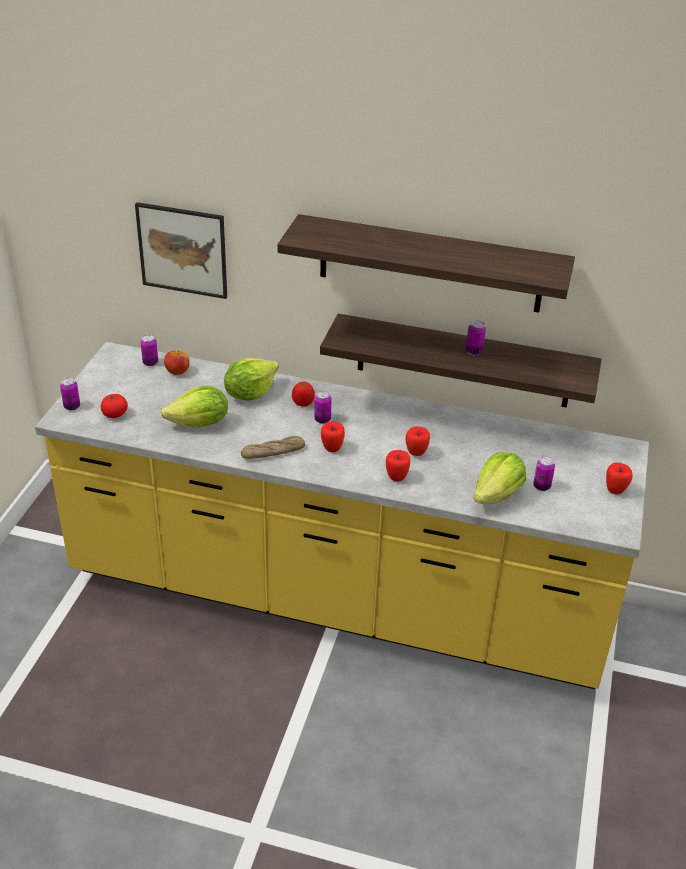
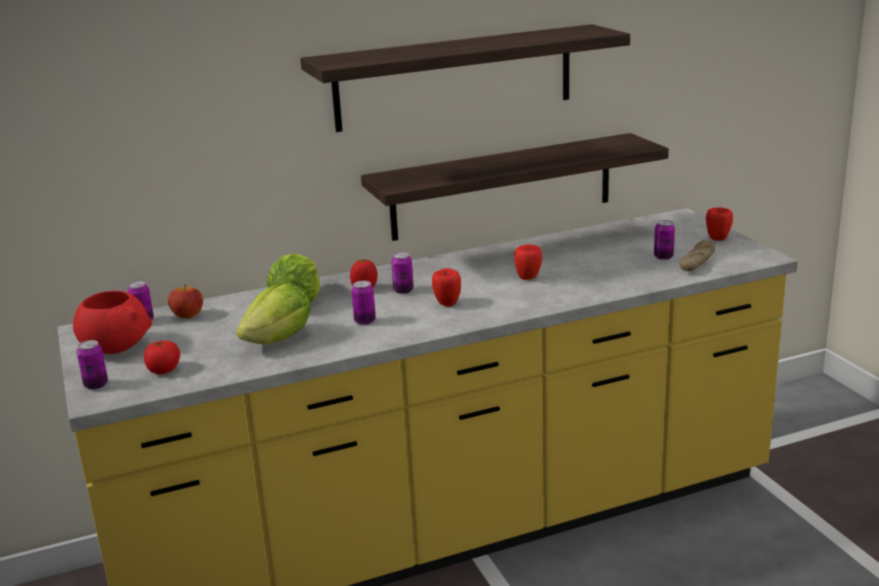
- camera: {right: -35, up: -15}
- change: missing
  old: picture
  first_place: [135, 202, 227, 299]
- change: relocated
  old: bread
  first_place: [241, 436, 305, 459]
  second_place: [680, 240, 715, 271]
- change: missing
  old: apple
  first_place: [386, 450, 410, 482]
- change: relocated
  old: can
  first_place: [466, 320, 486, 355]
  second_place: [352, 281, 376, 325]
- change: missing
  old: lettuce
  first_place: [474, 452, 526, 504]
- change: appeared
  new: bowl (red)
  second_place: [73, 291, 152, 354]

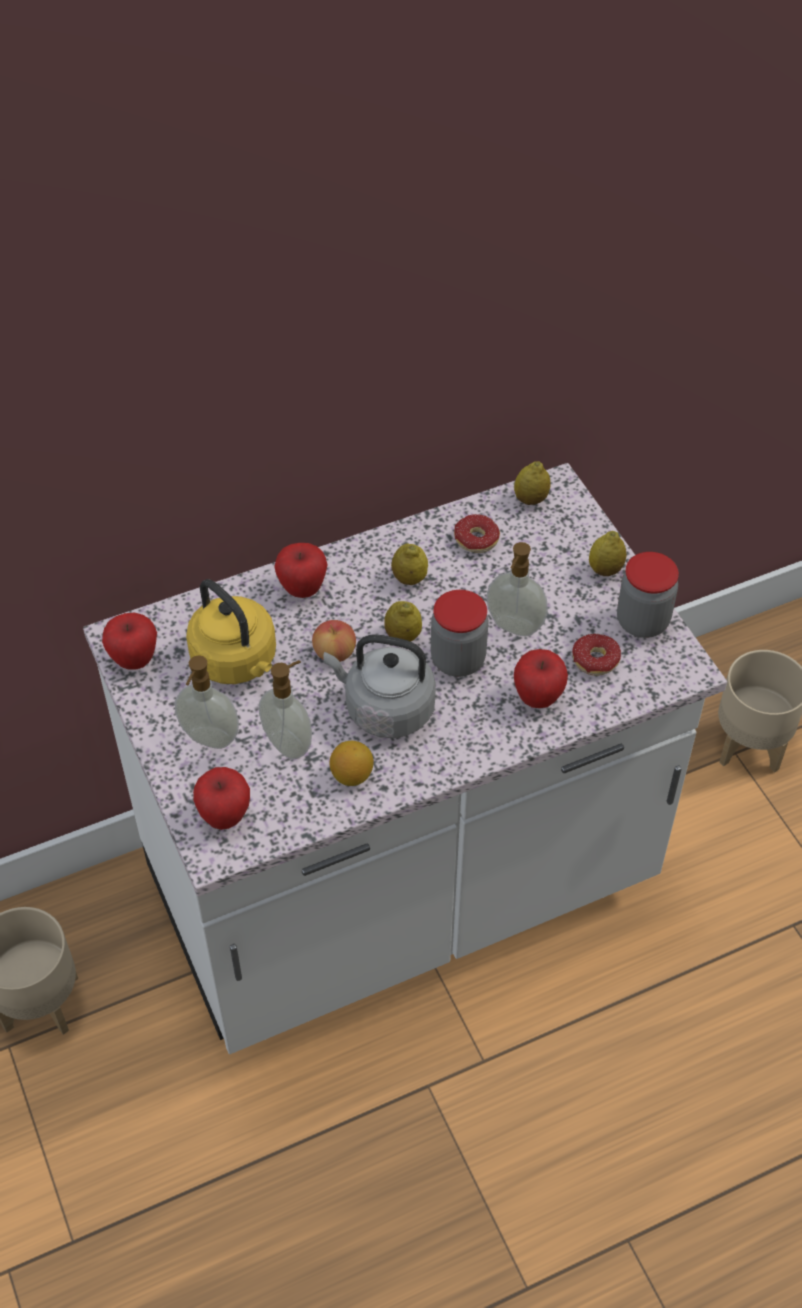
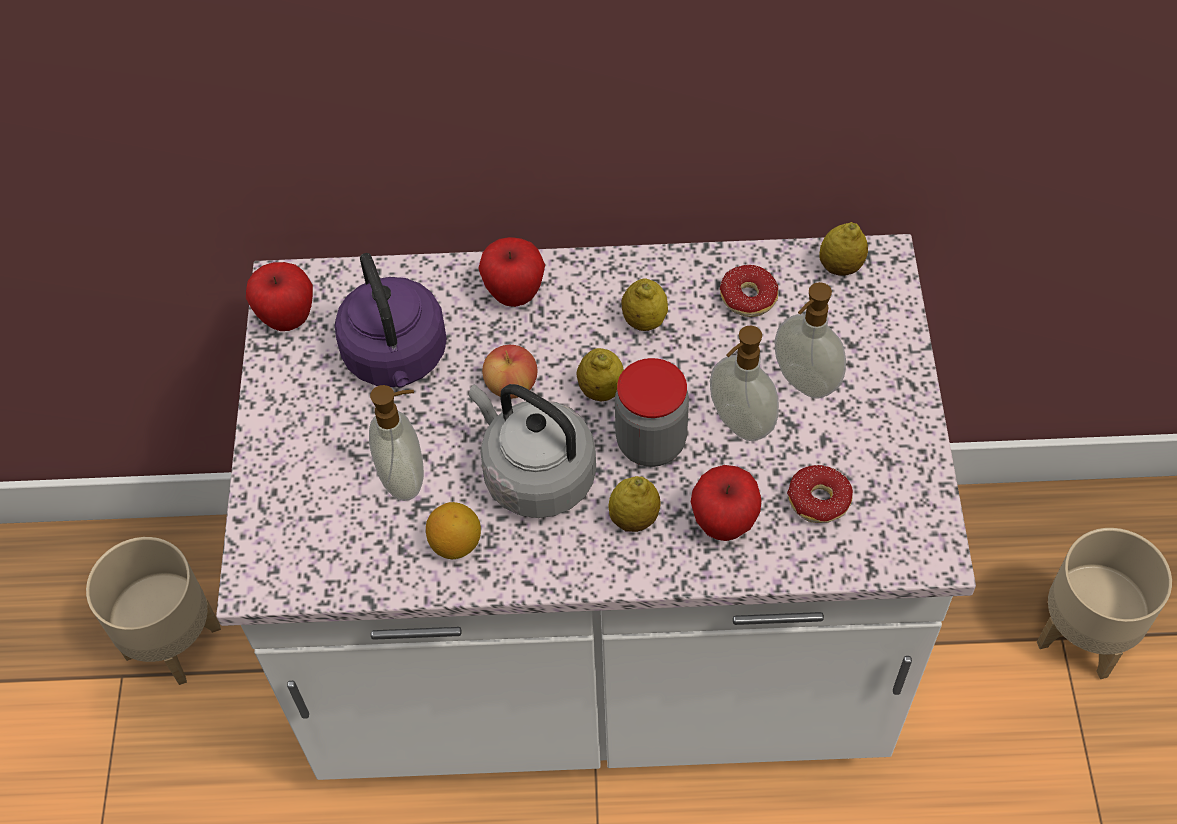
- camera: {right: 25, up: 5}
- change: relocated
  old: soap dispenser
  first_place: [175, 655, 239, 749]
  second_place: [774, 282, 846, 399]
- change: colour
  old: kettle (yellow)
  new: kettle (purple)
  first_place: [186, 579, 276, 684]
  second_place: [335, 253, 447, 388]
- change: missing
  old: apple
  first_place: [193, 767, 250, 830]
- change: relocated
  old: lemon
  first_place: [589, 531, 627, 576]
  second_place: [608, 476, 661, 532]
- change: missing
  old: jar
  first_place: [617, 552, 679, 638]

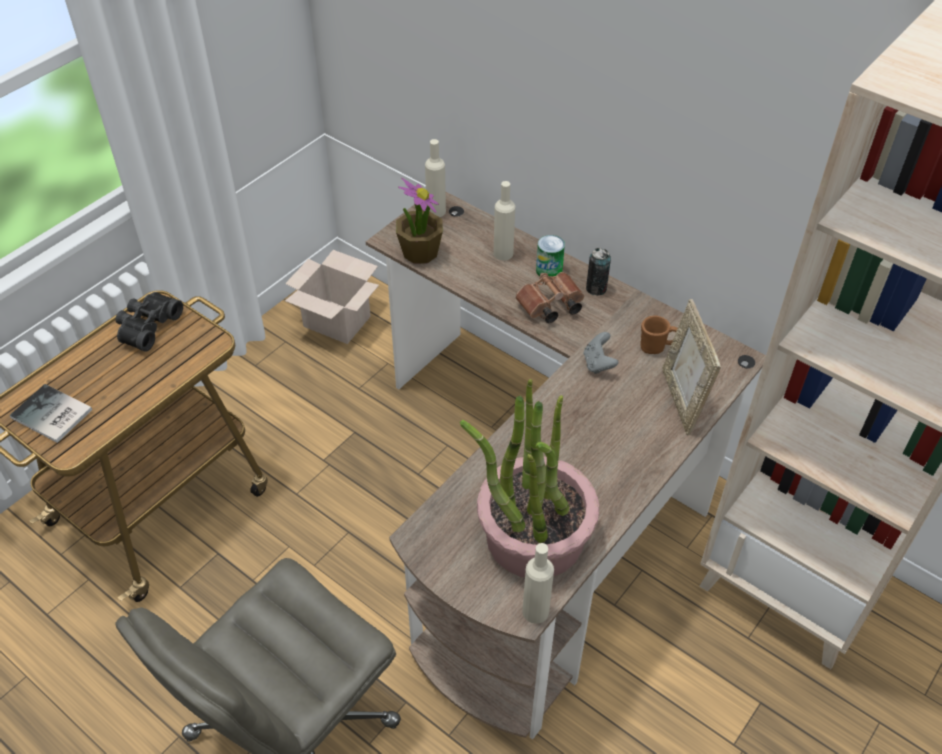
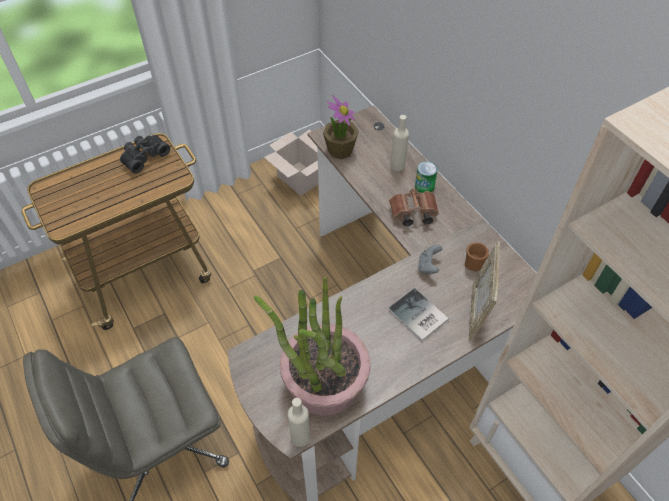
- camera: {right: 20, up: 5}
- change: relocated
  old: book
  first_place: [9, 384, 92, 443]
  second_place: [389, 288, 449, 341]
- change: missing
  old: bottle (beige)
  first_place: [425, 139, 446, 217]
- change: missing
  old: can
  first_place: [586, 248, 611, 296]

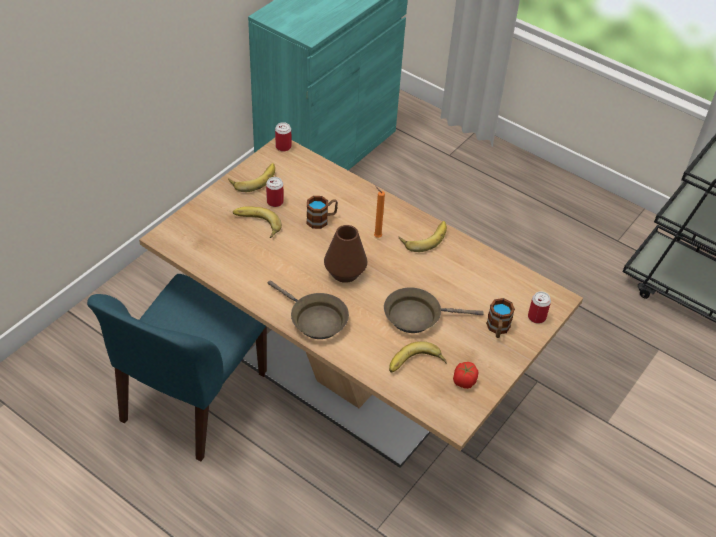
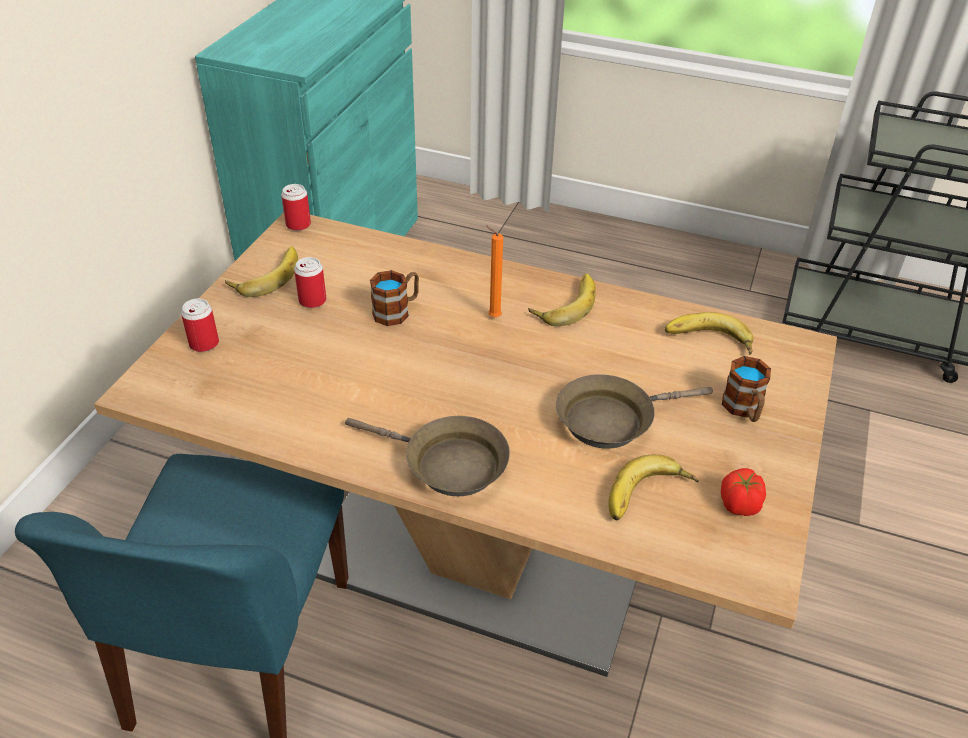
- camera: {right: -15, up: -5}
- change: relocated
  old: banana
  first_place: [233, 206, 282, 238]
  second_place: [665, 312, 754, 355]
- change: missing
  old: vase (brown)
  first_place: [324, 225, 367, 283]
- change: relocated
  old: can
  first_place: [528, 291, 551, 324]
  second_place: [181, 299, 219, 352]

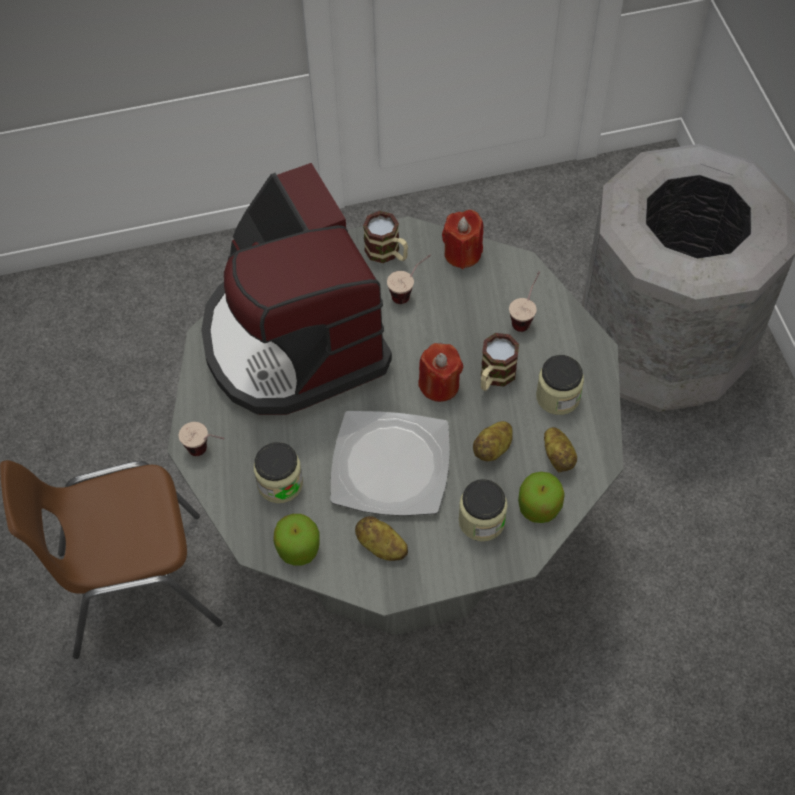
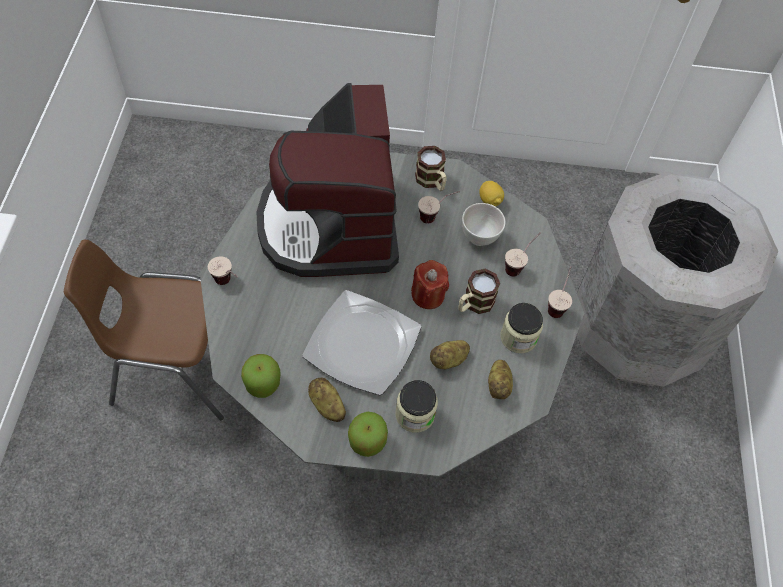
- camera: {right: 15, up: 0}
- change: missing
  old: jar
  first_place: [254, 442, 303, 503]
- change: exchanged
  old: candle (red)
  new: lemon
  first_place: [442, 210, 483, 269]
  second_place: [479, 181, 504, 207]
- change: relocated
  old: apple
  first_place: [518, 472, 565, 523]
  second_place: [348, 412, 388, 457]
- change: appeared
  new: bowl (white)
  second_place: [462, 203, 505, 246]
- change: appeared
  new: cup
  second_place: [548, 266, 572, 318]

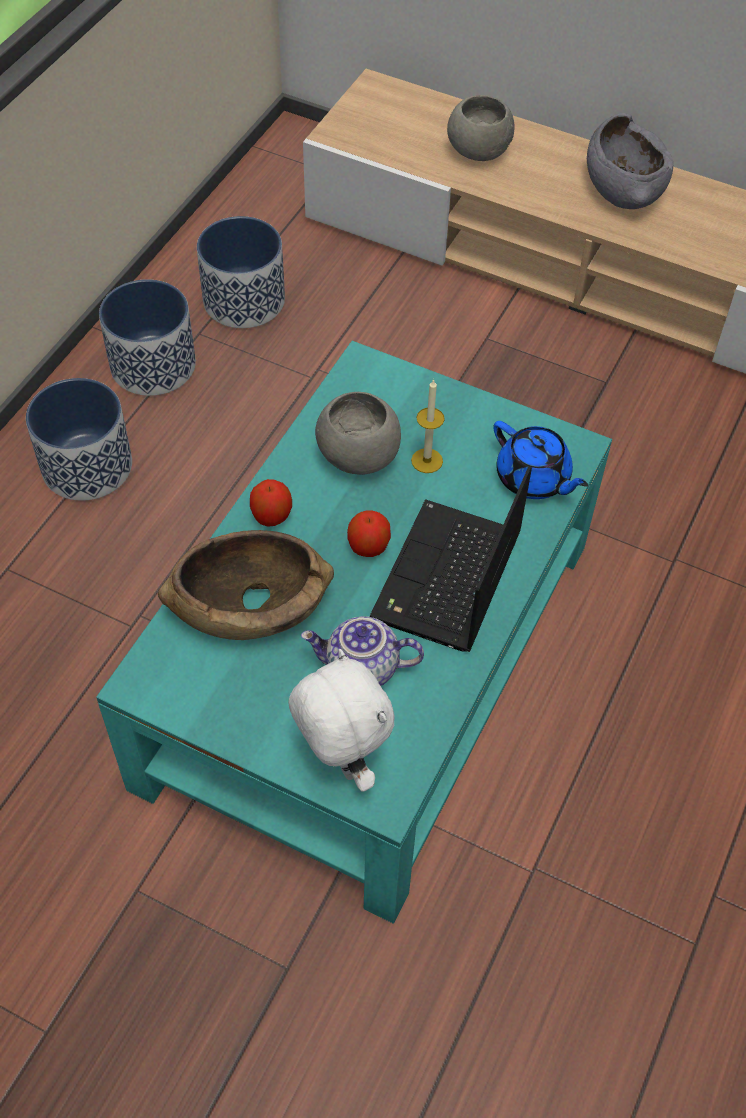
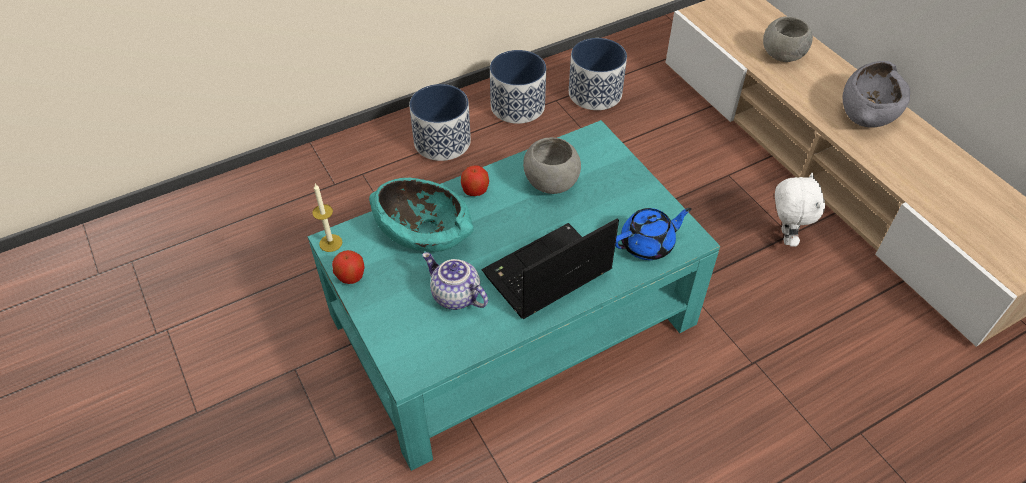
- camera: {right: 35, up: -5}
- change: colour
  old: bowl (brown)
  new: bowl (turquoise)
  first_place: [158, 530, 334, 640]
  second_place: [369, 178, 474, 252]
- change: relocated
  old: plush toy (white)
  first_place: [288, 649, 394, 792]
  second_place: [775, 173, 825, 247]
- change: relocated
  old: apple
  first_place: [347, 511, 391, 557]
  second_place: [332, 250, 365, 284]
- change: relocated
  old: candle
  first_place: [411, 379, 445, 473]
  second_place: [312, 184, 343, 252]
- change: spun
  old: teapot (blue)
  first_place: [493, 421, 588, 499]
  second_place: [615, 208, 692, 260]
  degrees: -105

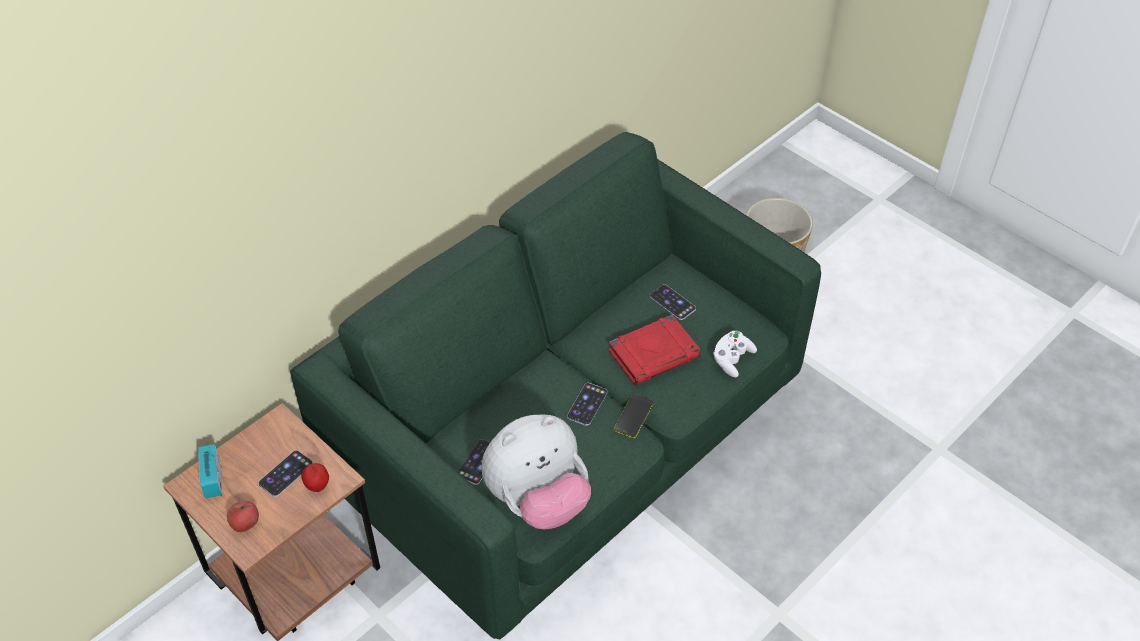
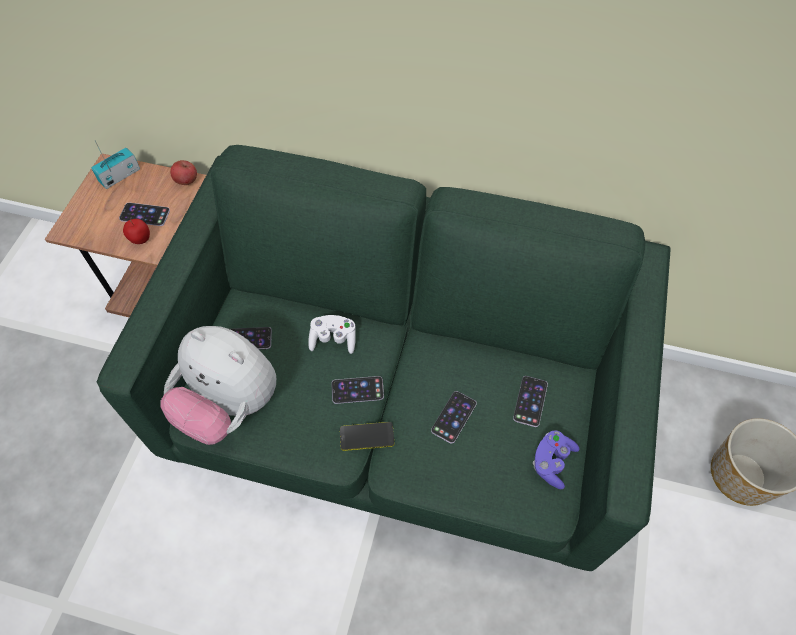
- camera: {right: 60, up: 10}
- change: relocated
  old: apple
  first_place: [227, 501, 259, 532]
  second_place: [170, 160, 197, 185]
- change: exchanged
  old: book (red)
  new: phone
  first_place: [608, 315, 701, 385]
  second_place: [431, 391, 477, 444]
- change: relocated
  old: game controller (white)
  first_place: [713, 331, 757, 378]
  second_place: [308, 315, 356, 354]
- change: appeared
  new: game controller (purple)
  second_place: [533, 430, 580, 489]

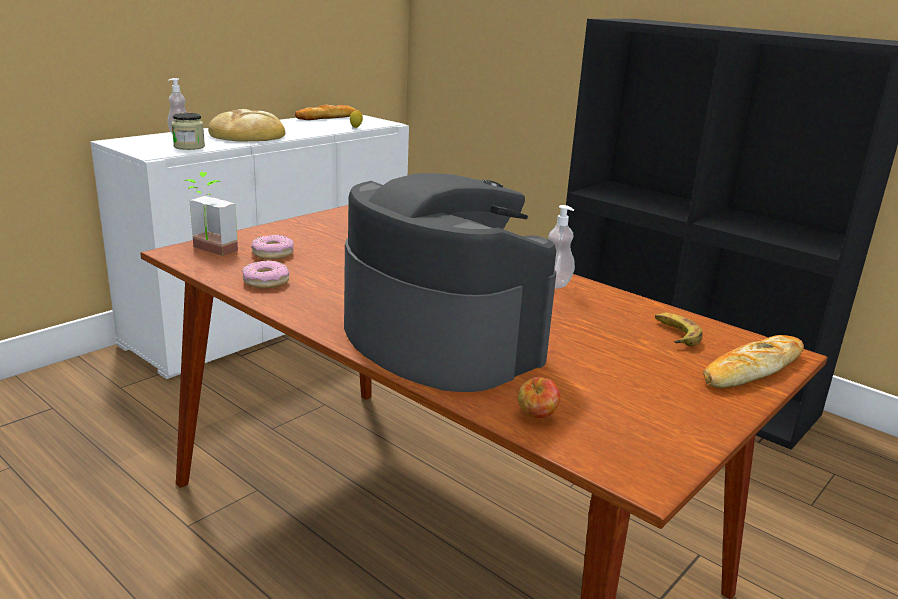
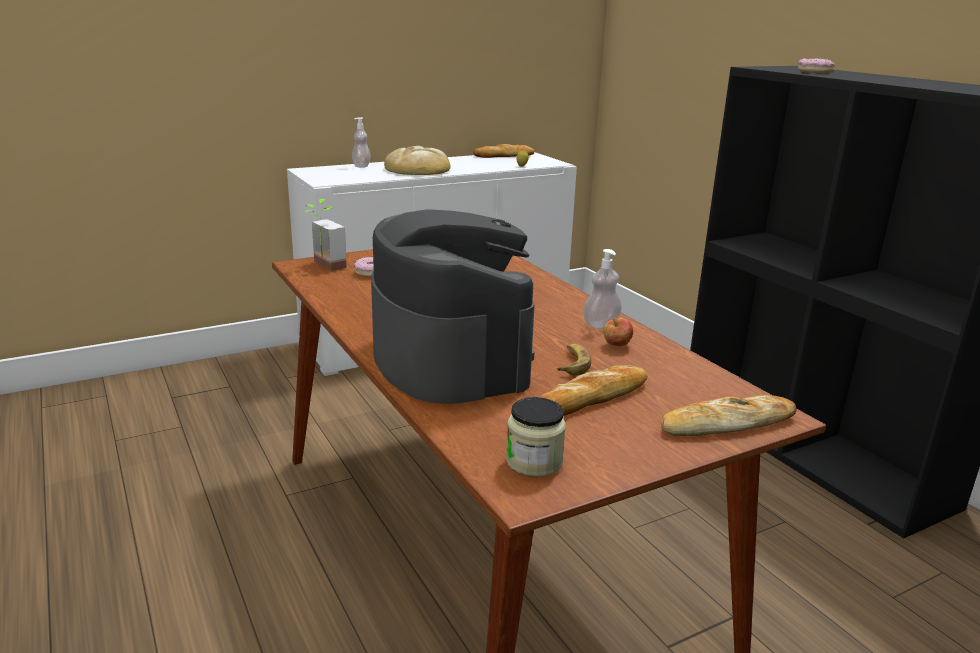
- camera: {right: 20, up: 0}
- change: relocated
  old: jar
  first_place: [172, 113, 205, 150]
  second_place: [506, 397, 566, 477]
- change: relocated
  old: donut
  first_place: [242, 260, 289, 288]
  second_place: [798, 58, 835, 73]
- change: relocated
  old: apple
  first_place: [518, 377, 560, 418]
  second_place: [604, 317, 633, 346]
- change: relocated
  old: banana
  first_place: [655, 313, 703, 346]
  second_place: [557, 344, 591, 375]
- change: appeared
  new: bread
  second_place: [540, 365, 648, 416]

